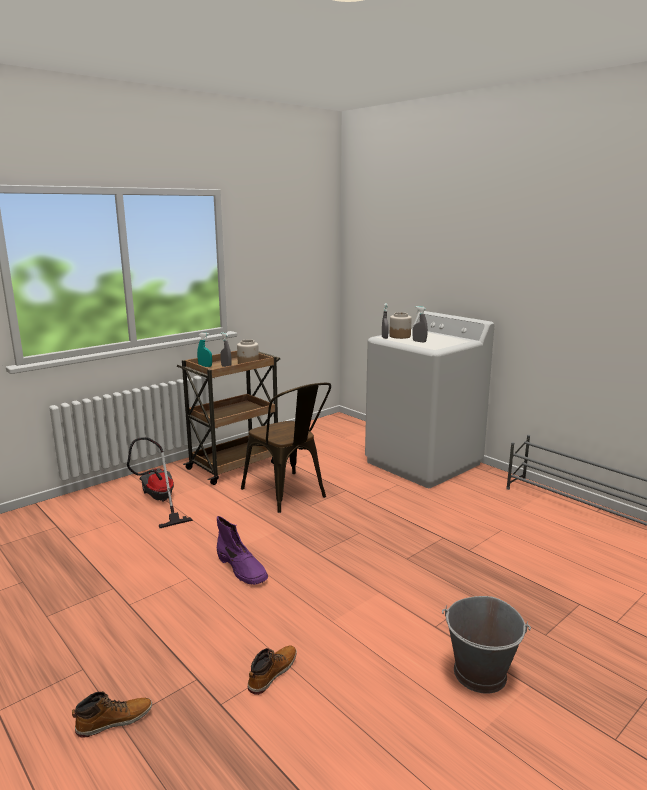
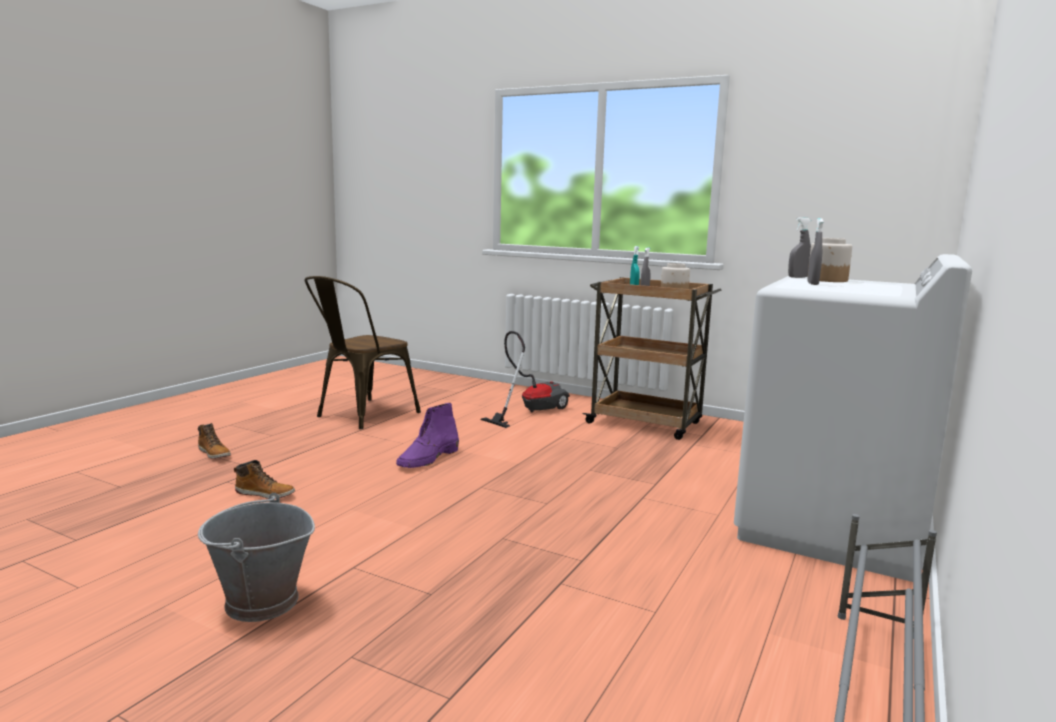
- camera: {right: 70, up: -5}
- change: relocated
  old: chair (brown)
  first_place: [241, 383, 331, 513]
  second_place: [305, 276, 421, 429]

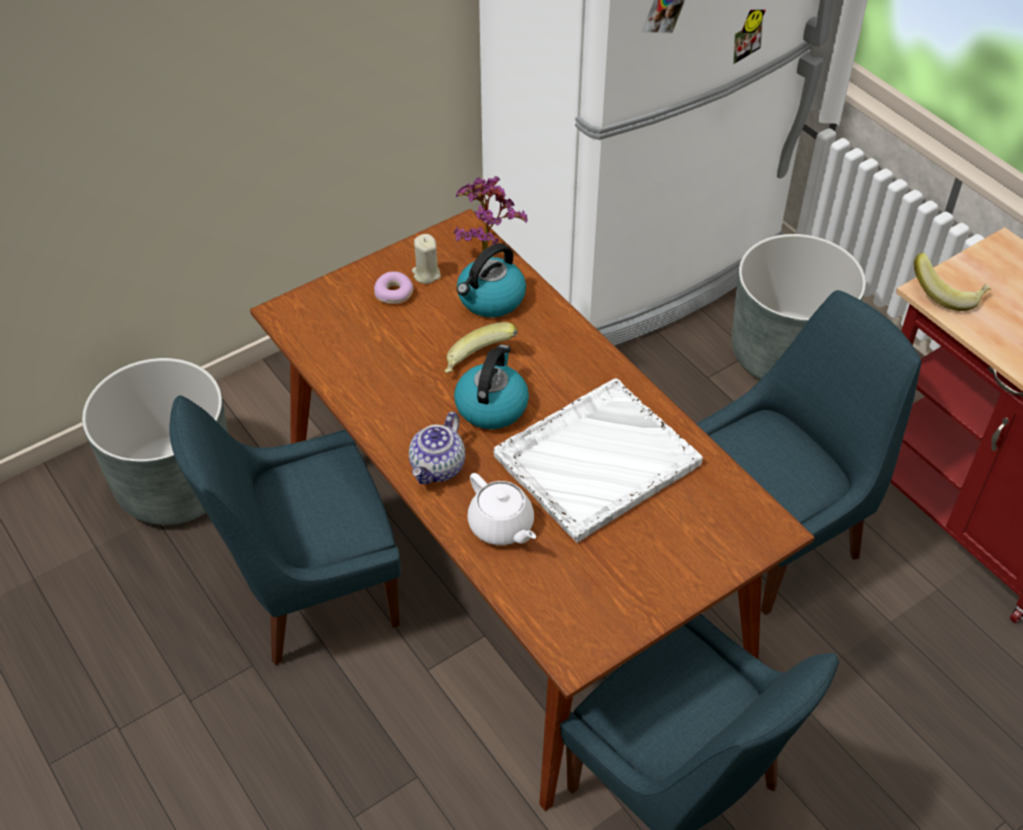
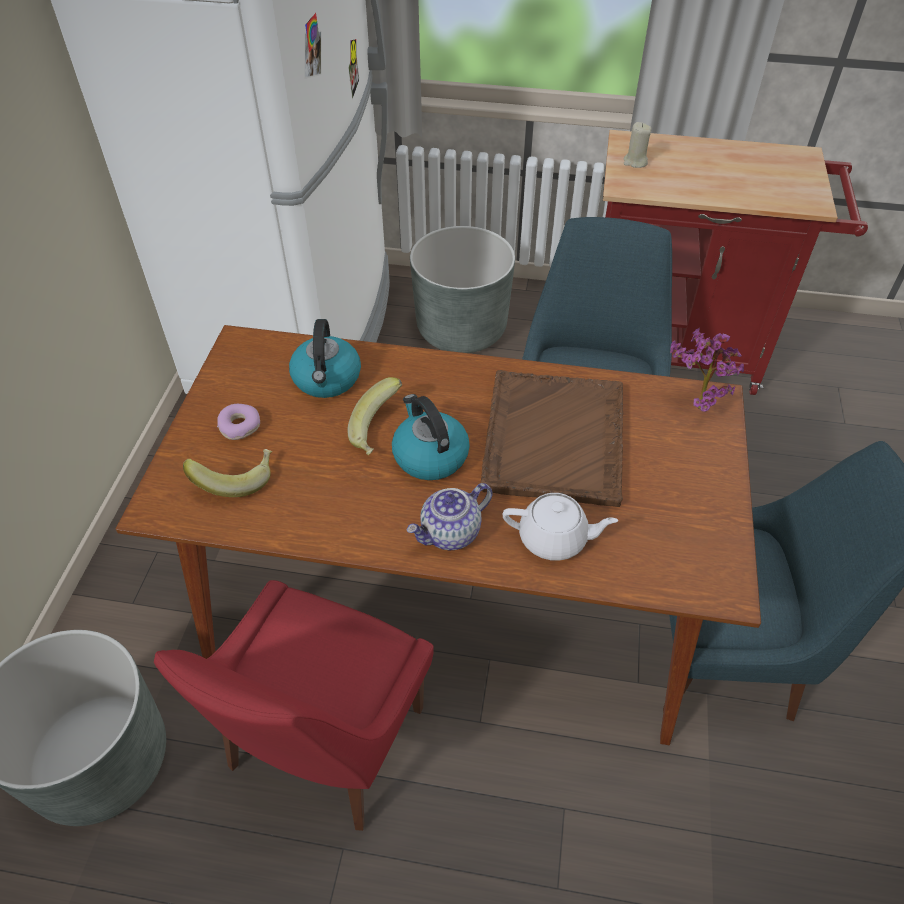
- camera: {right: -45, up: 0}
- change: colour
  old: chair (blue)
  new: chair (red)
  first_place: [169, 395, 401, 665]
  second_place: [154, 580, 434, 831]
- change: spun
  old: teapot
  first_place: [409, 412, 465, 484]
  second_place: [407, 483, 492, 550]
  degrees: 75
- change: relocated
  old: candle (beige)
  first_place: [412, 234, 441, 284]
  second_place: [624, 122, 652, 168]
- change: relocated
  old: potted plant
  first_place: [454, 176, 528, 252]
  second_place: [670, 328, 744, 412]
- change: colour
  old: tray (white)
  new: tray (brown)
  first_place: [493, 378, 703, 543]
  second_place: [481, 370, 623, 507]
- change: relocated
  old: banana
  first_place: [914, 253, 991, 311]
  second_place: [183, 449, 272, 497]

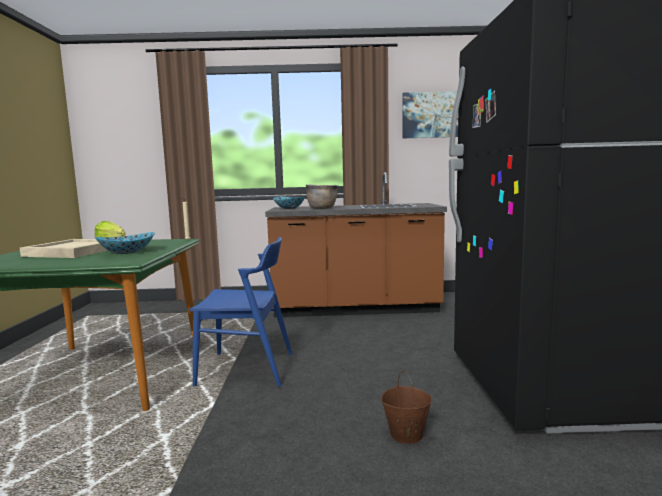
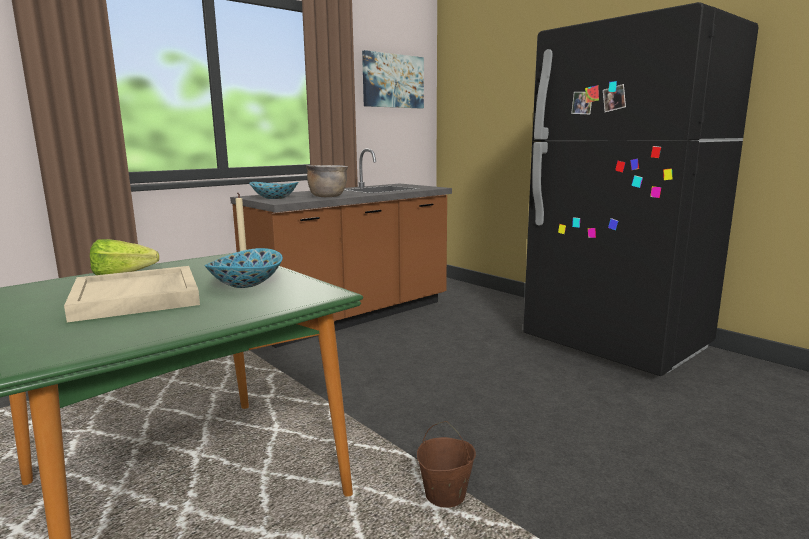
- camera: {right: -40, up: 5}
- change: missing
  old: chair (blue)
  first_place: [189, 237, 292, 387]
- change: relocated
  old: bucket (brown)
  first_place: [381, 371, 432, 444]
  second_place: [417, 421, 476, 508]

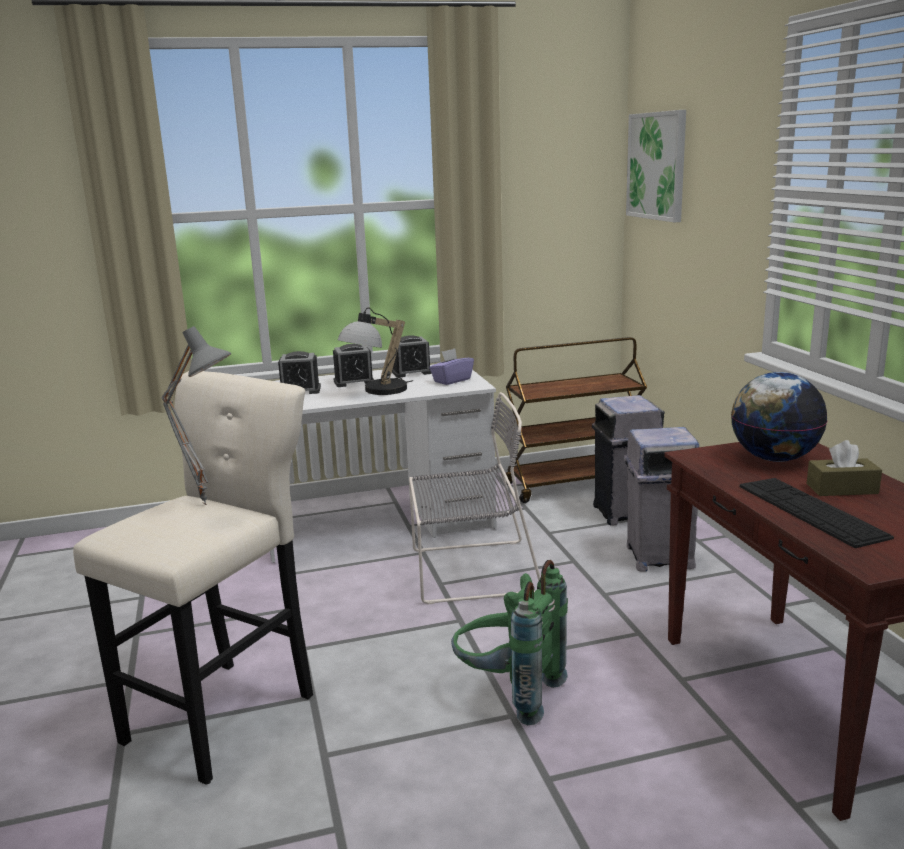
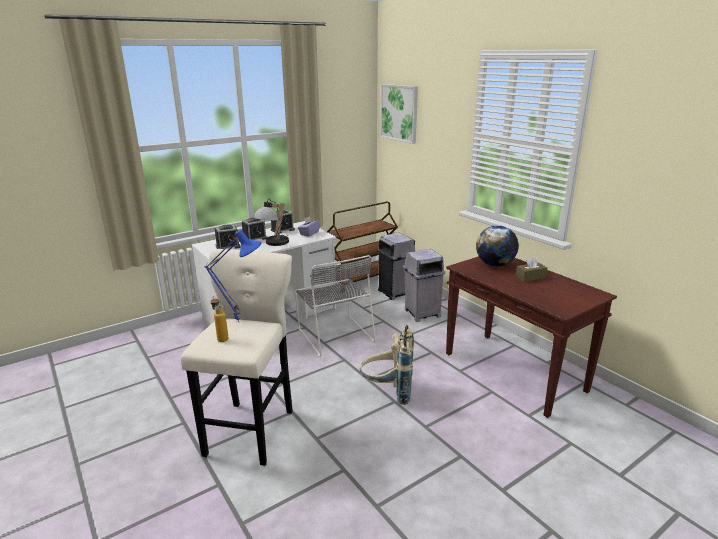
- camera: {right: -20, up: 5}
- change: colour
  old: table lamp (grey)
  new: table lamp (blue)
  first_place: [161, 326, 231, 505]
  second_place: [205, 230, 261, 322]
- change: spun
  old: chair (grey)
  first_place: [409, 392, 540, 604]
  second_place: [295, 255, 376, 357]
  degrees: 90
- change: colour
  old: backpack (green)
  new: backpack (beige)
  first_place: [451, 560, 568, 725]
  second_place: [360, 325, 414, 405]
- change: missing
  old: keyboard
  first_place: [740, 478, 894, 548]
- change: appeared
  new: bottle
  second_place: [210, 296, 229, 342]

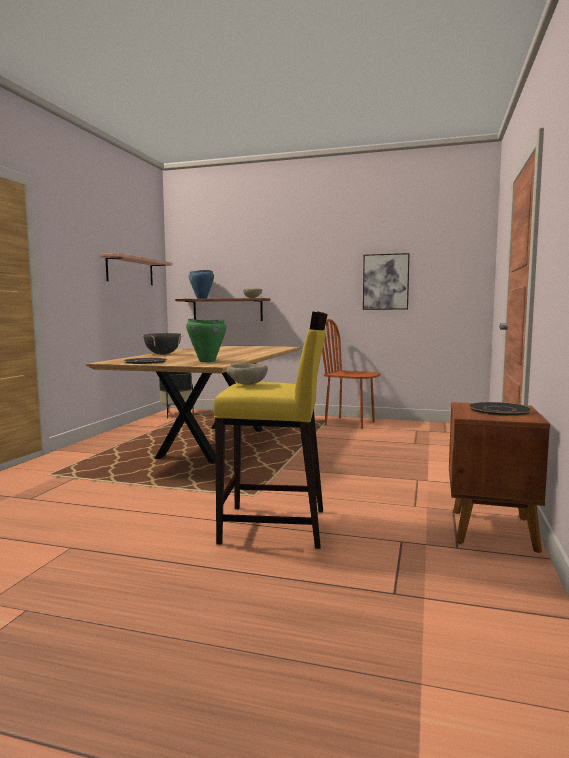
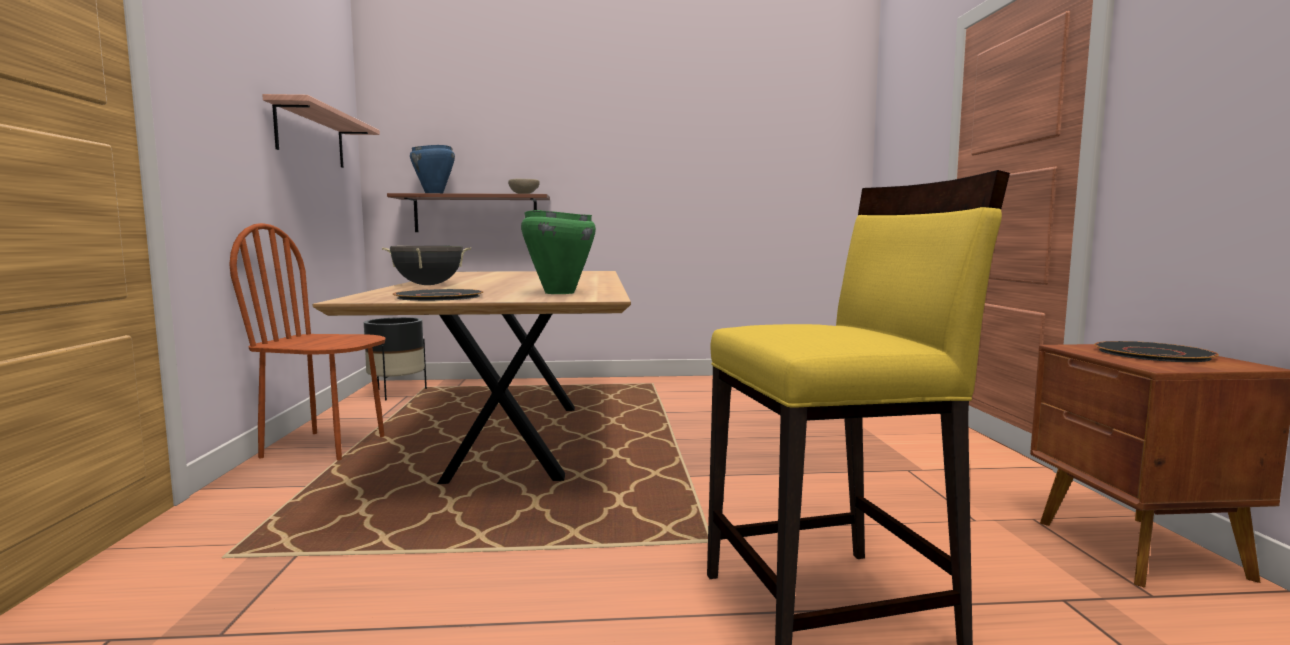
- camera: {right: -20, up: 0}
- change: missing
  old: bowl (beige)
  first_place: [227, 364, 268, 385]
- change: relocated
  old: chair (brown)
  first_place: [322, 319, 380, 429]
  second_place: [229, 223, 385, 460]
- change: missing
  old: picture
  first_place: [363, 253, 410, 310]

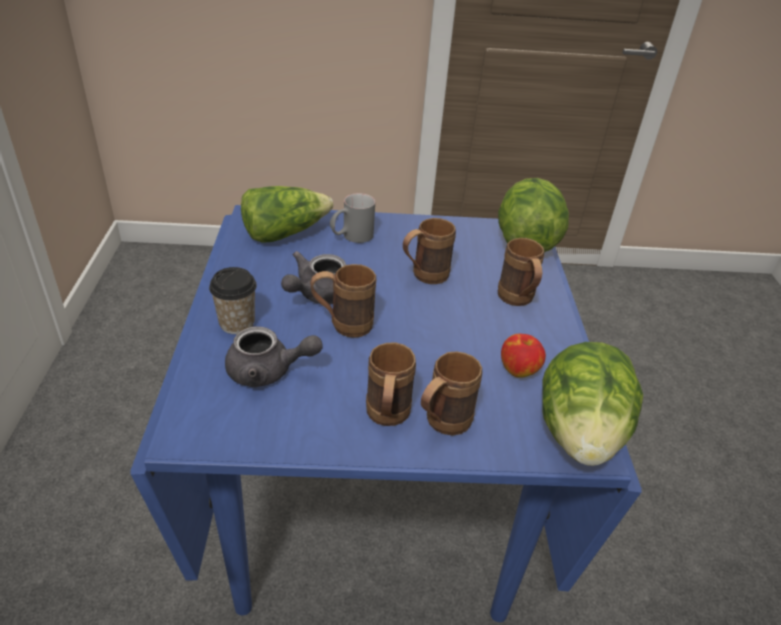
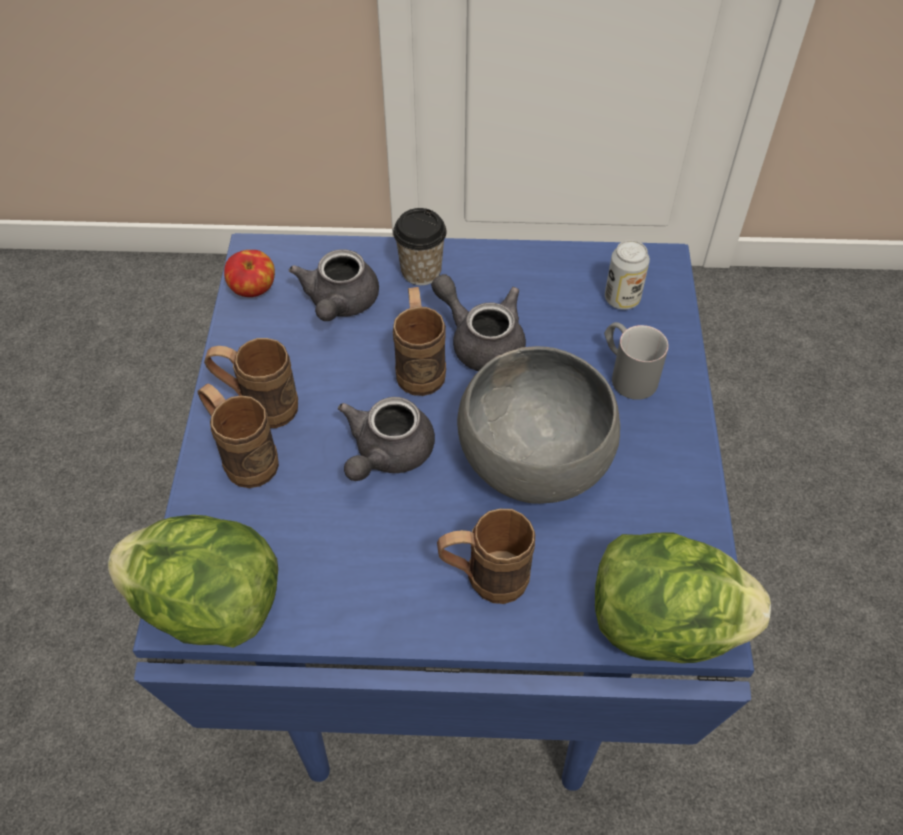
- camera: {right: 95, up: 15}
- change: exchanged
  old: lettuce
  new: can
  first_place: [241, 186, 333, 243]
  second_place: [605, 240, 650, 310]
- change: exchanged
  old: mug (brown)
  new: bowl (grey)
  first_place: [403, 218, 456, 284]
  second_place: [457, 346, 620, 504]
- change: relocated
  old: apple
  first_place: [501, 334, 546, 378]
  second_place: [224, 250, 275, 297]
- change: appeared
  new: teapot (grey)
  second_place: [338, 397, 435, 481]

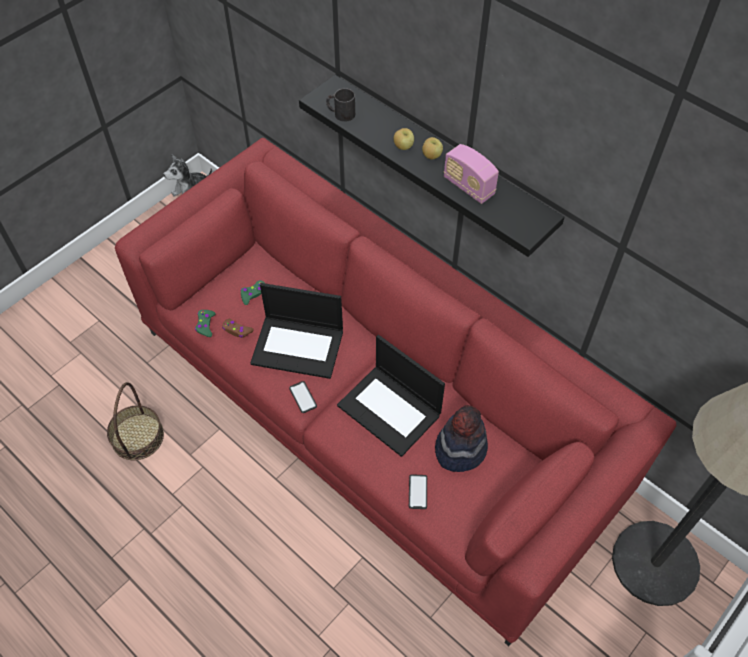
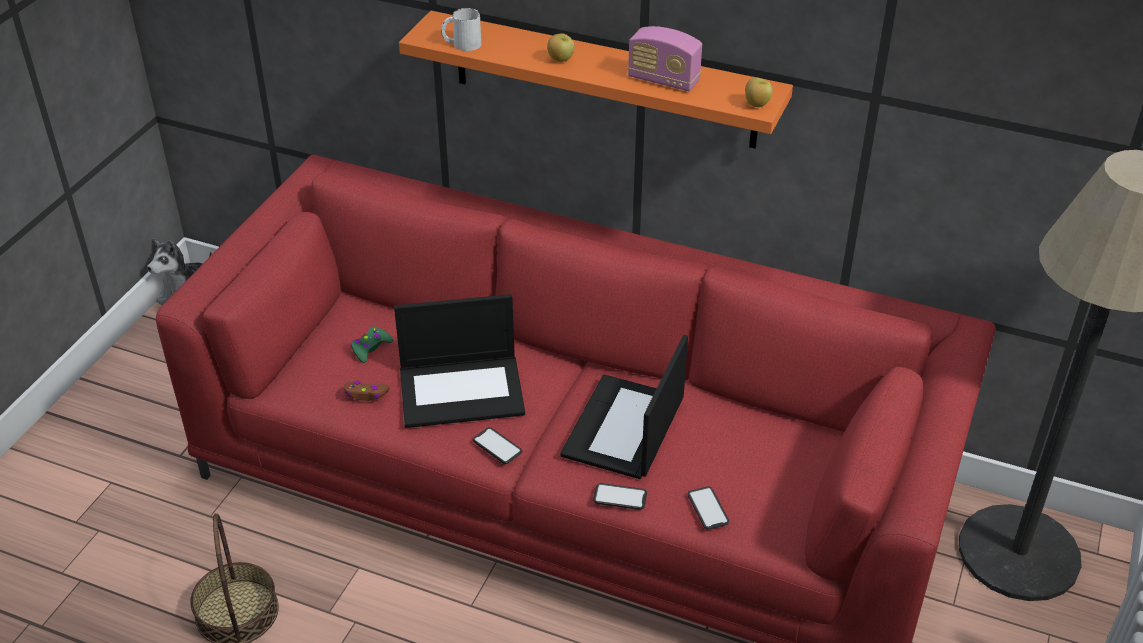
- camera: {right: -20, up: -15}
- change: missing
  old: game controller (green)
  first_place: [195, 310, 215, 337]
- change: colour
  old: shelf (black)
  new: shelf (orange)
  first_place: [299, 75, 565, 257]
  second_place: [399, 11, 793, 149]
- change: colour
  old: mug (black)
  new: mug (white)
  first_place: [326, 88, 355, 122]
  second_place: [441, 8, 481, 51]
- change: spun
  old: laptop
  first_place: [337, 335, 445, 457]
  second_place: [560, 335, 688, 479]
  degrees: 90
- change: relocated
  old: apple
  first_place: [422, 137, 443, 160]
  second_place: [745, 77, 773, 107]
- change: missing
  old: hat
  first_place: [435, 405, 488, 472]
- change: appeared
  new: phone
  second_place: [593, 483, 647, 510]

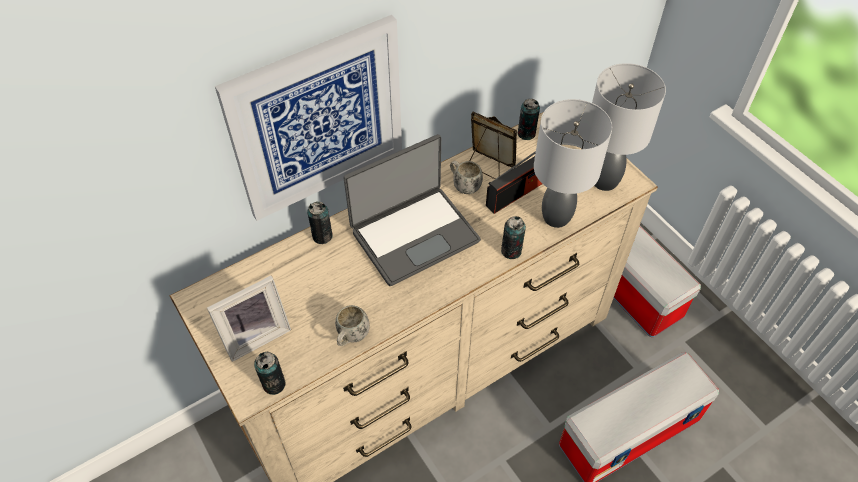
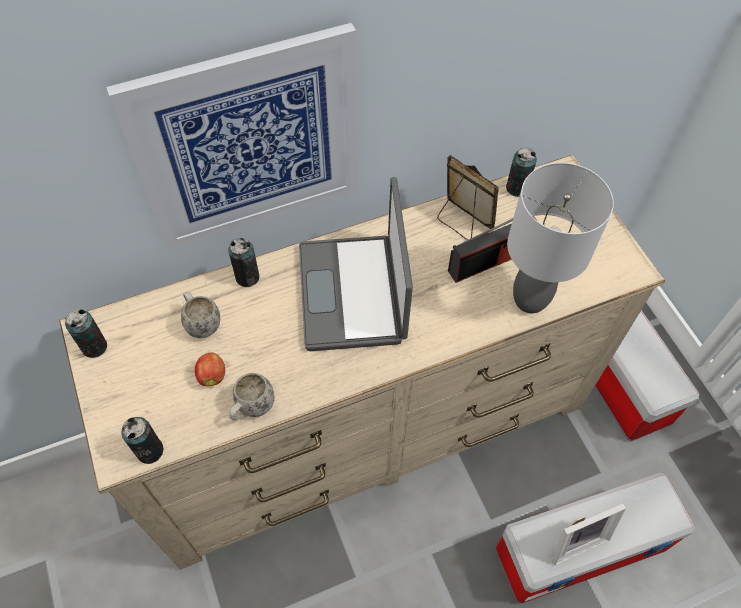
- camera: {right: 10, up: 5}
- change: relocated
  old: picture frame
  first_place: [207, 276, 291, 362]
  second_place: [552, 504, 626, 565]
- change: spun
  old: laptop
  first_place: [344, 134, 481, 286]
  second_place: [299, 177, 413, 351]
  degrees: 105
- change: relocated
  old: mug (white)
  first_place: [450, 161, 483, 194]
  second_place: [181, 292, 220, 338]
- change: relocated
  old: can
  first_place: [501, 216, 526, 259]
  second_place: [65, 309, 107, 358]
- change: missing
  old: table lamp (grey)
  first_place: [592, 63, 666, 191]
- change: appeared
  new: apple
  second_place: [195, 353, 225, 386]

